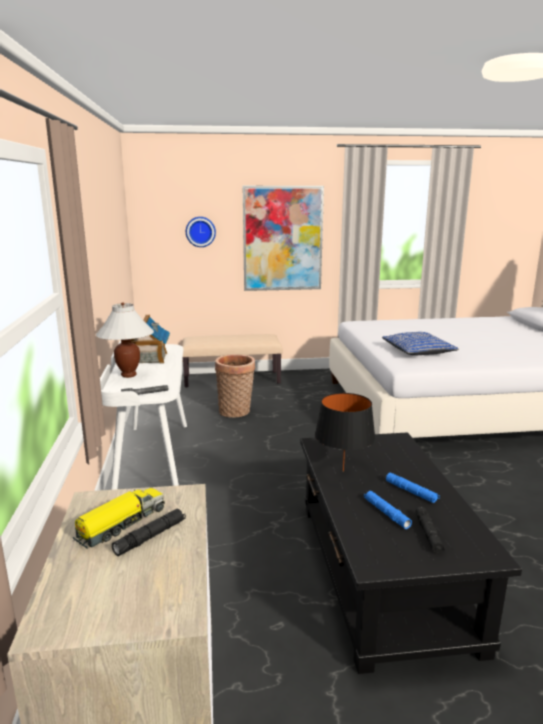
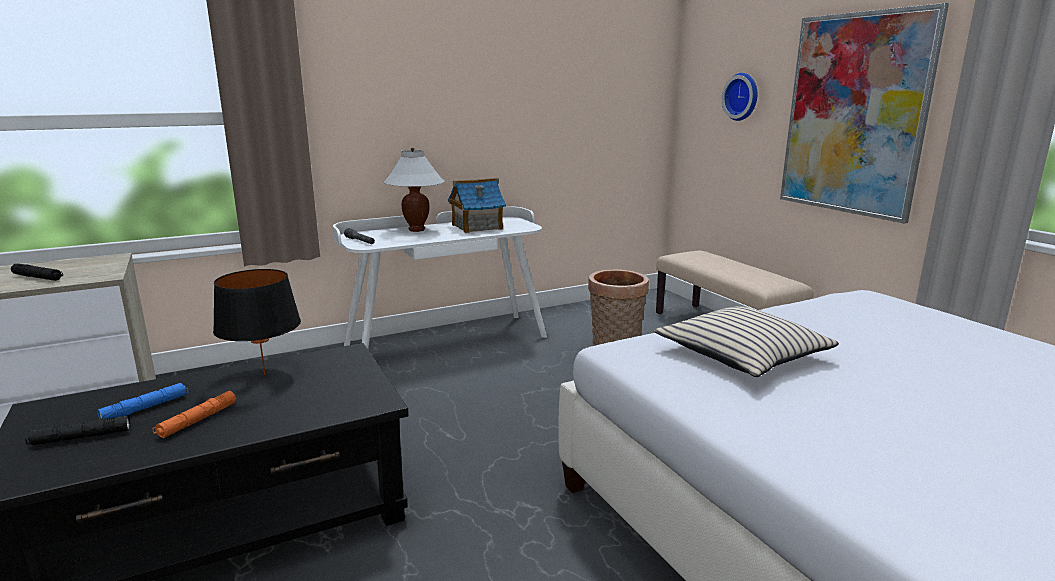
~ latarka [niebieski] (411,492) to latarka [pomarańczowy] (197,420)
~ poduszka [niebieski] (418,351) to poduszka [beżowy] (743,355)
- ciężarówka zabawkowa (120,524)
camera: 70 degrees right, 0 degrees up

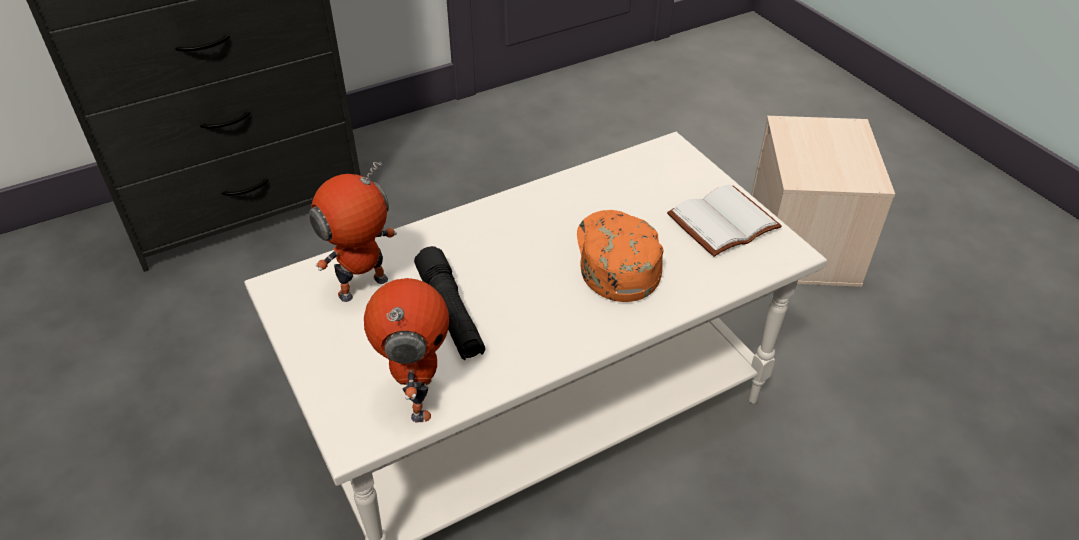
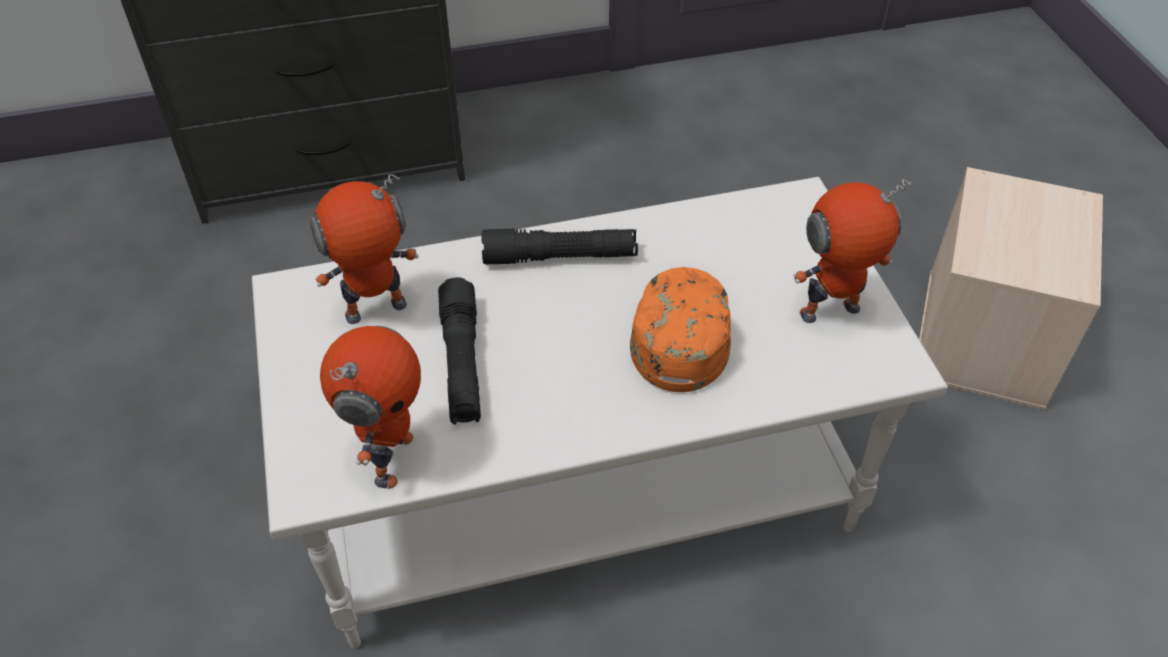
+ latarka [czarny] (560,257)
~ książka [biały] (723,224) to robot zabawkowy (831,313)
camera: 15 degrees right, 5 degrees up

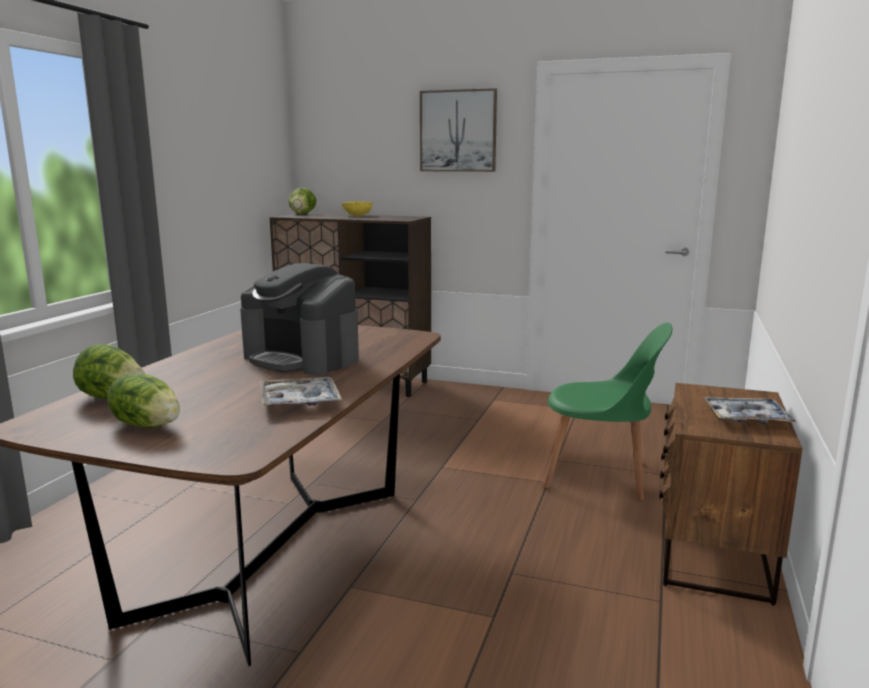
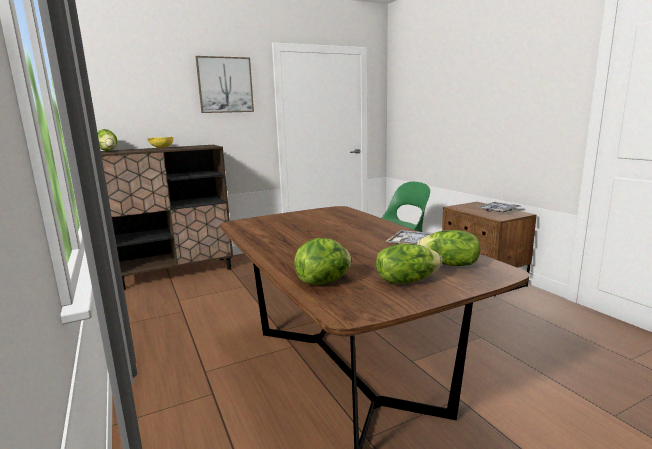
+ sałata (449,264)
- ekspres do kawy (302,358)
camera: 45 degrees left, 0 degrees up

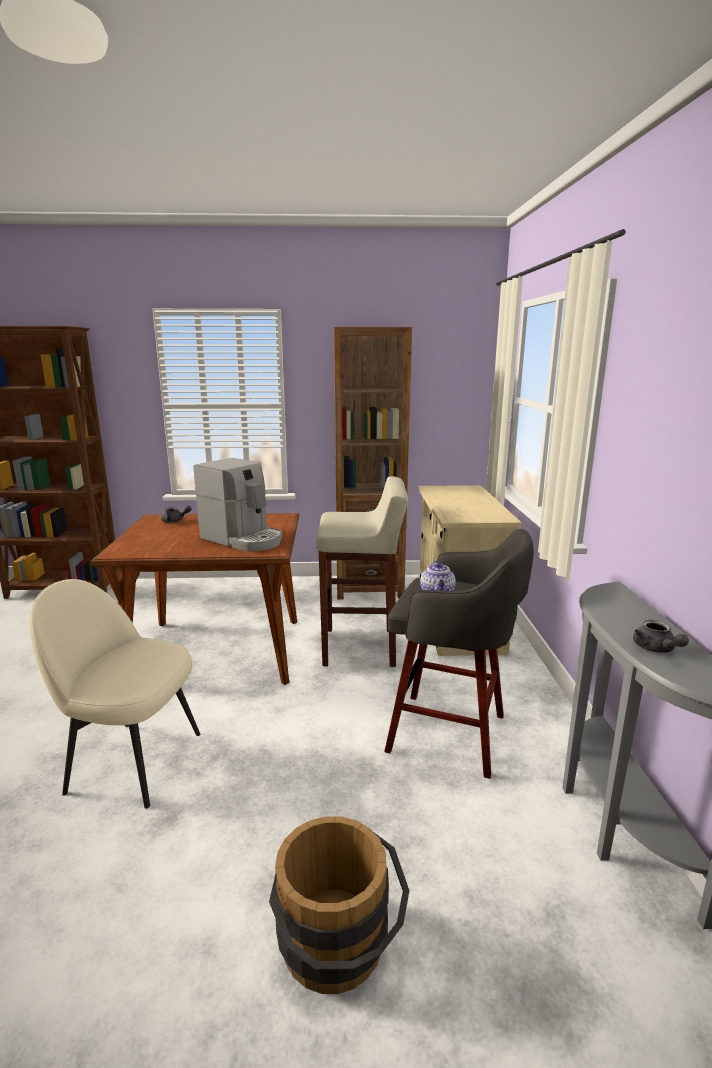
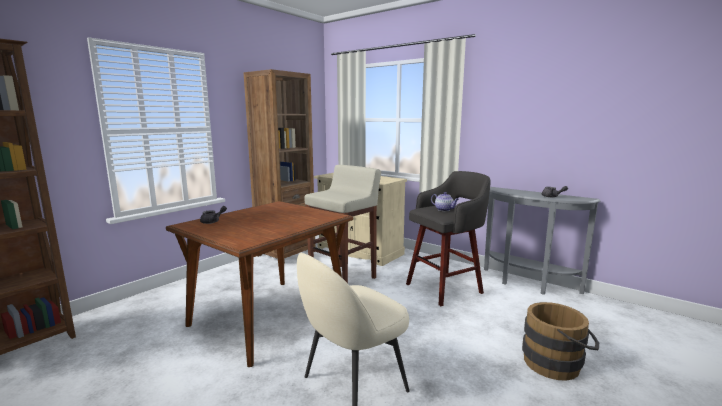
- ekspres do kawy (243,539)
camera: 50 degrees left, 5 degrees down

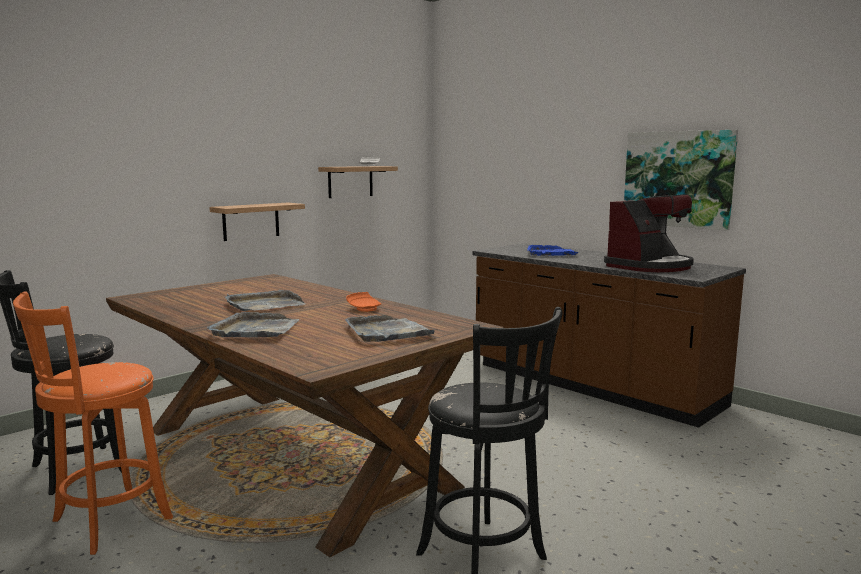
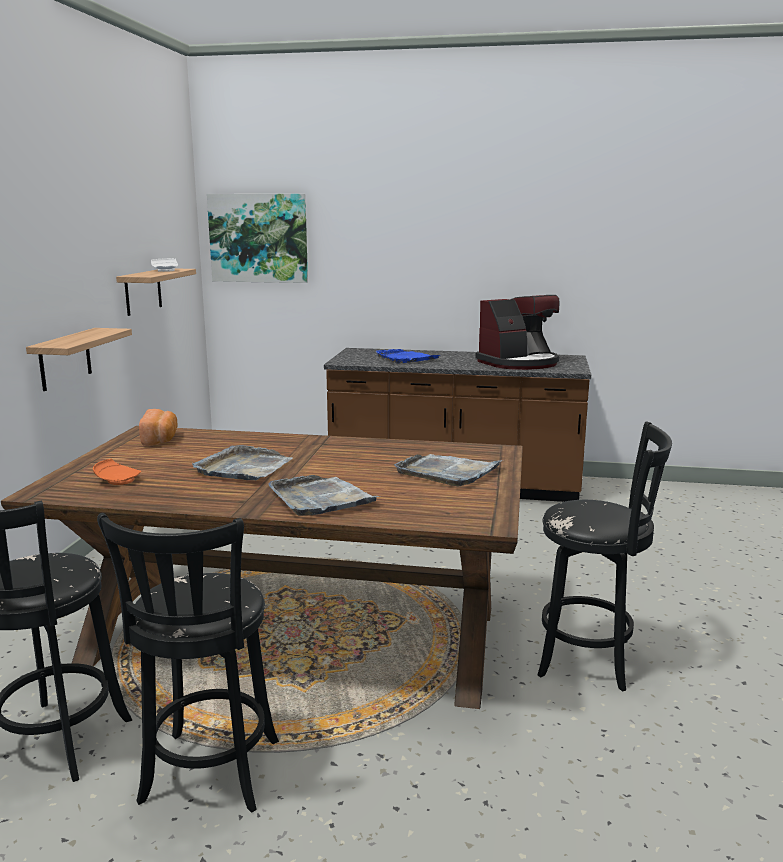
~ talerz [pomarańczowy] (365,308) to (117,480)
~ stołek [pomarańczowy] (106,523) to stołek [czarny] (208,777)
+ chleb (160,439)
~ obraz (678,179) to (258,238)
~ ekspres do kawy (650,266) = (519,363) 45 degrees clockwise
camera: 35 degrees left, 5 degrees up

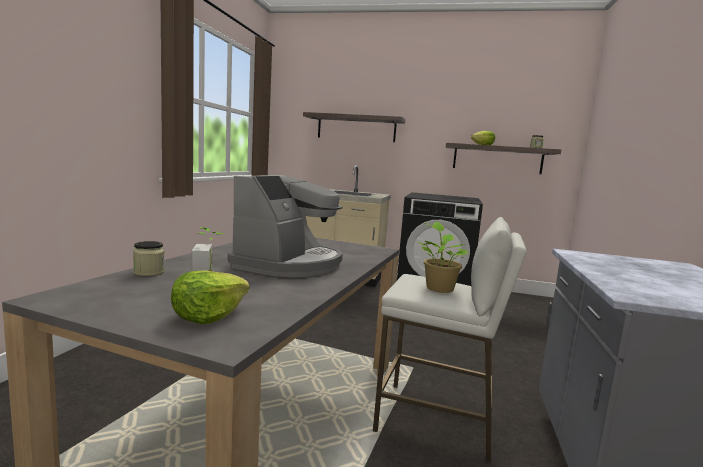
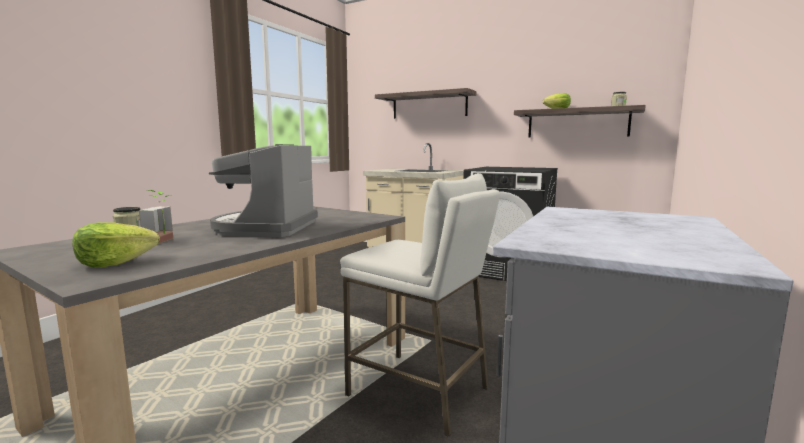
~ ekspres do kawy (289,264) = (266,228) 150 degrees clockwise
- roślina doniczkowa (438,288)
camera: 15 degrees right, 0 degrees up

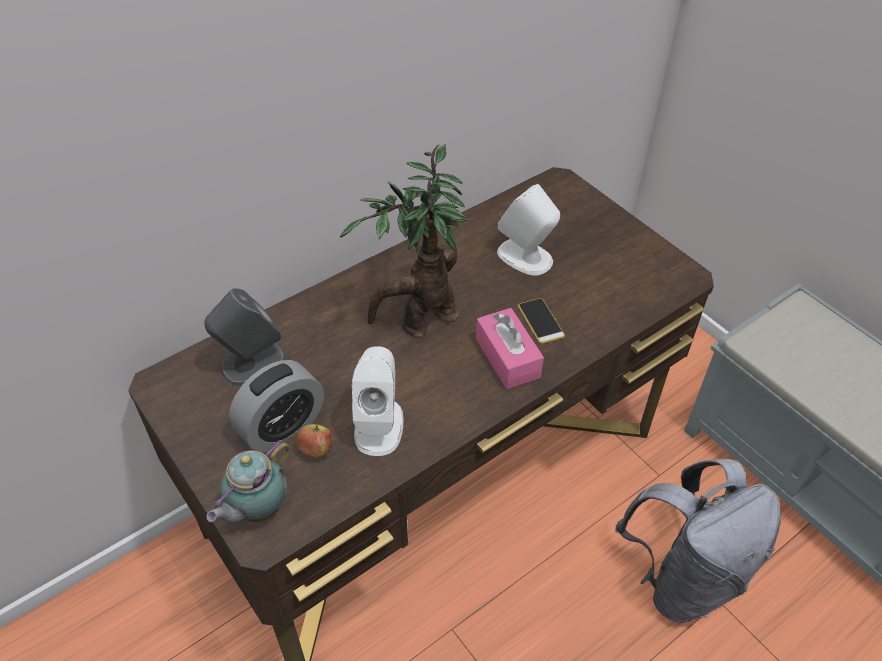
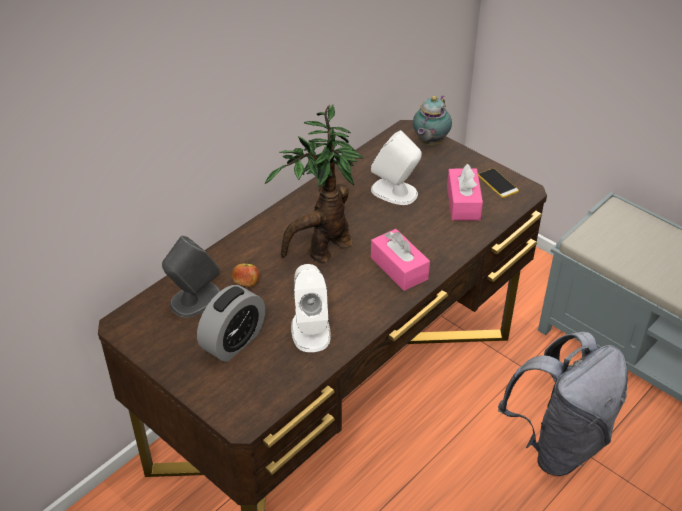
~ jabłko (316,450) to (246,283)
~ imbryk (257,509) to (429,143)
+ pudełko chusteczek [różowy] (463,203)
~ telefon (540,321) to (498,183)
camera: 10 degrees left, 5 degrees down

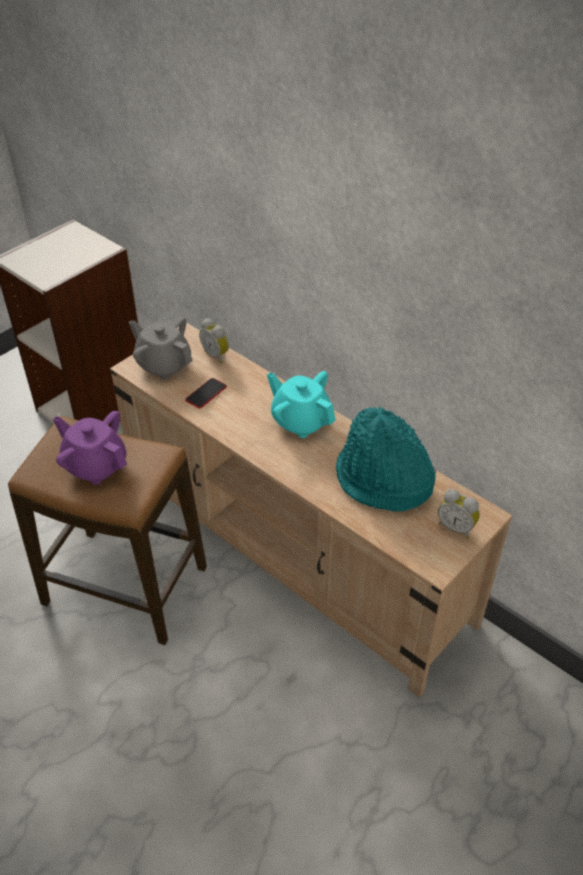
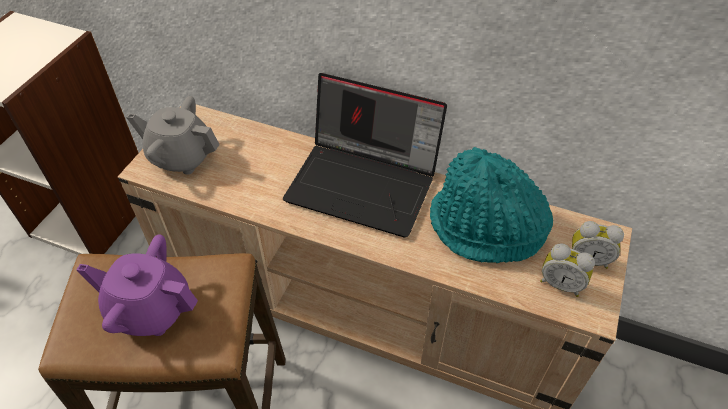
~ imbryk [turkusowy] (300,421) to laptop (365,183)
~ budzik (217,355) to (560,283)
- telefon (206,394)
camera: 20 degrees left, 5 degrees up

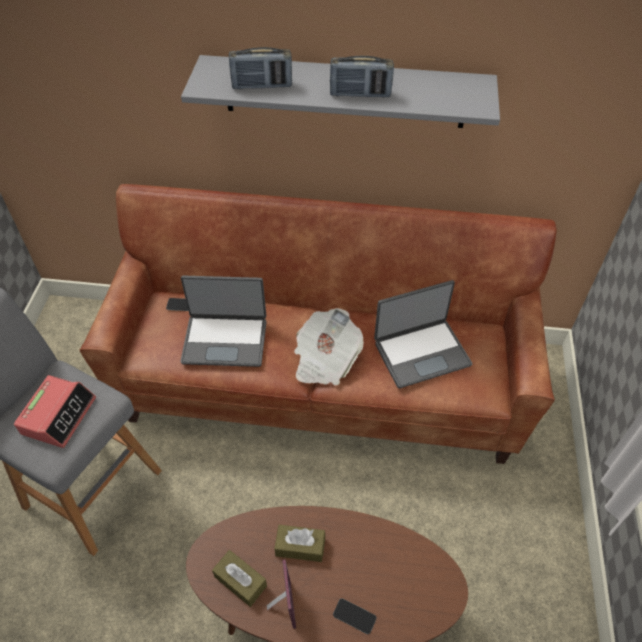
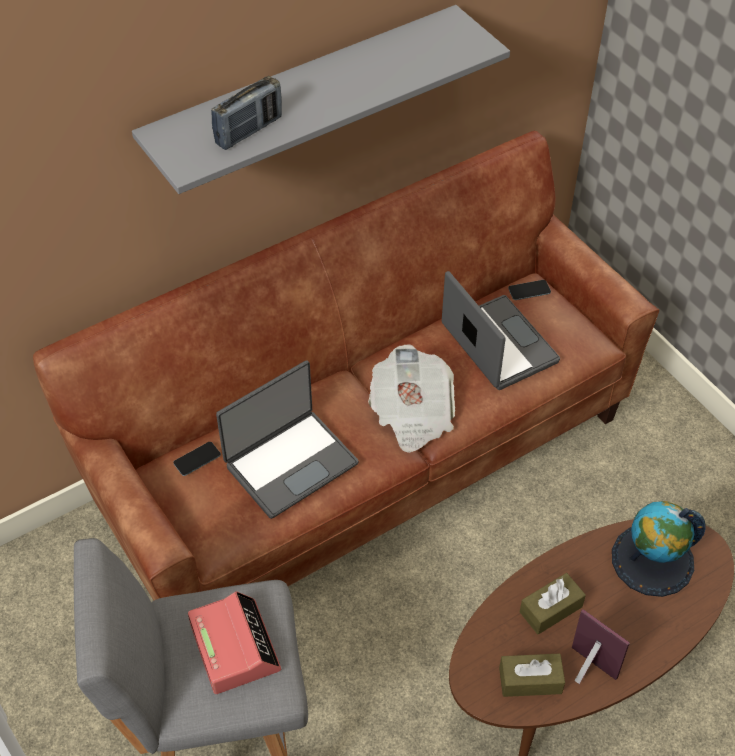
~ laptop (421,352) = (497,345) 60 degrees counterclockwise
~ telefon (354,616) to (529,290)
+ globus (652,560)
- radio (360,94)
camera: 40 degrees left, 0 degrees up

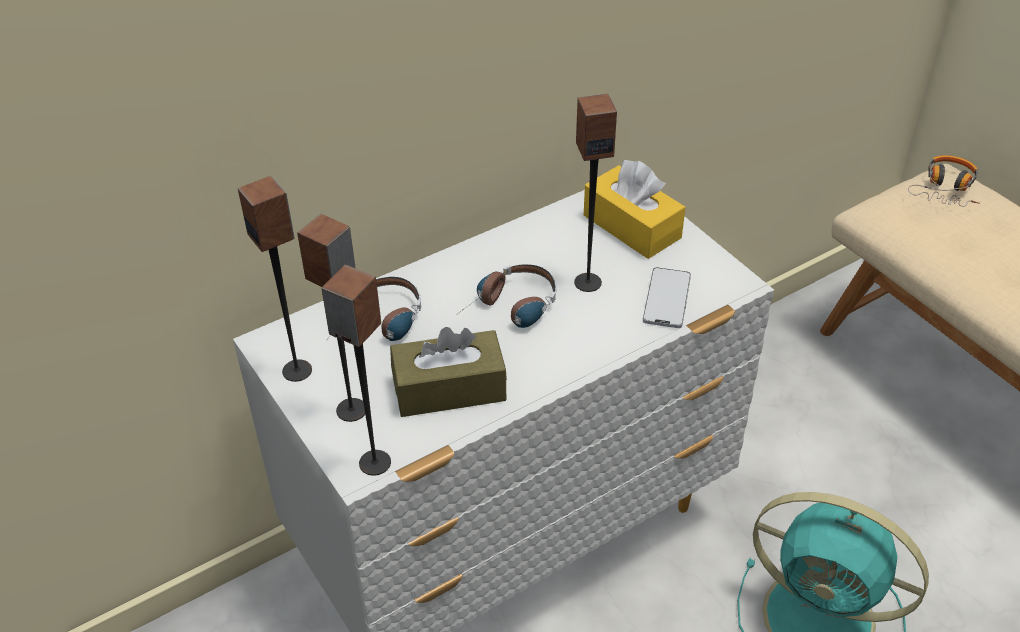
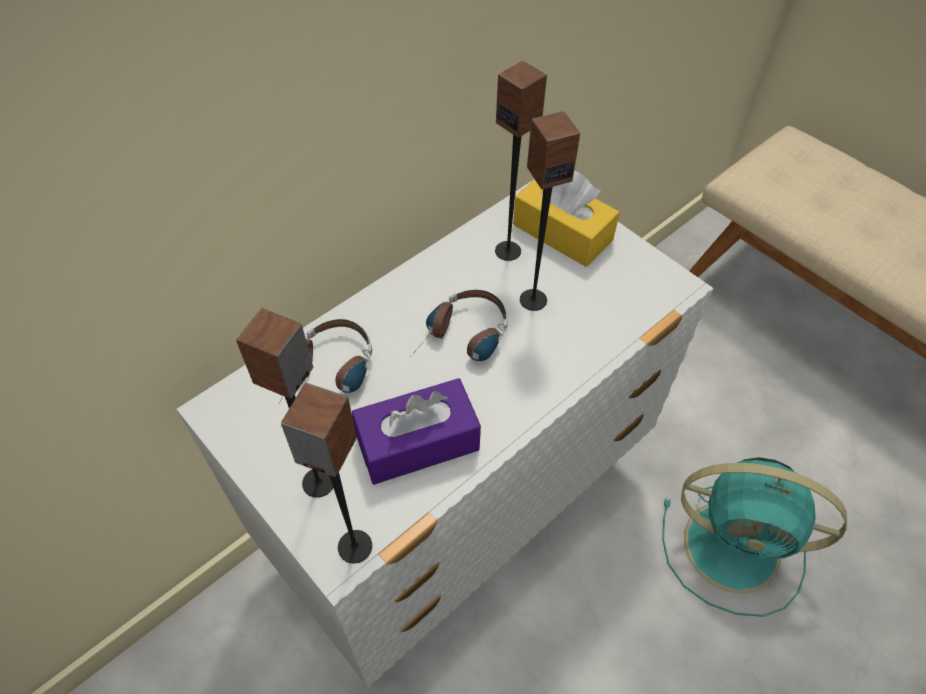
~ pudełko chusteczek [brązowy] (449,389) to pudełko chusteczek [fioletowy] (417,442)
~ głośnik (298,370) to (508,251)
- telefon (666,299)
- słuchawki (945,189)
camera: 10 degrees left, 10 degrees up

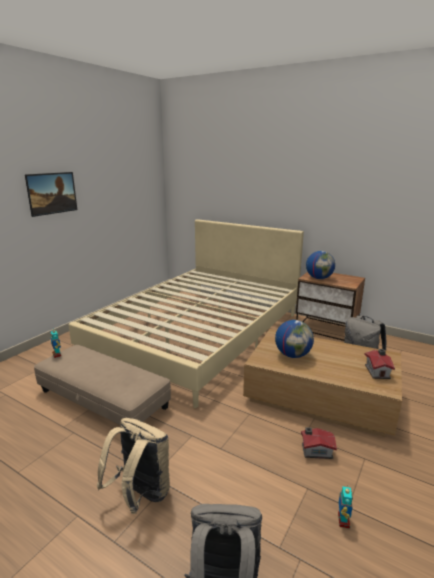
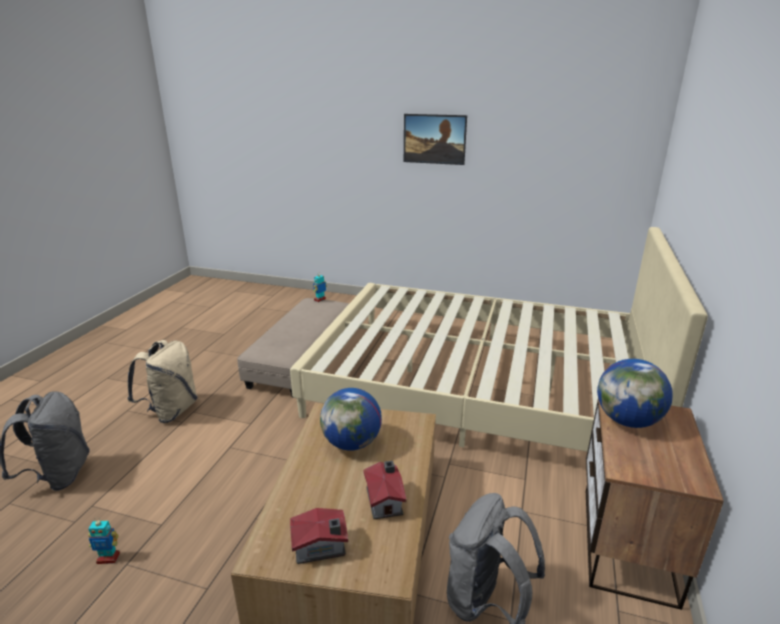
~ domek (315,450) to (385,500)
camera: 75 degrees right, 5 degrees up

